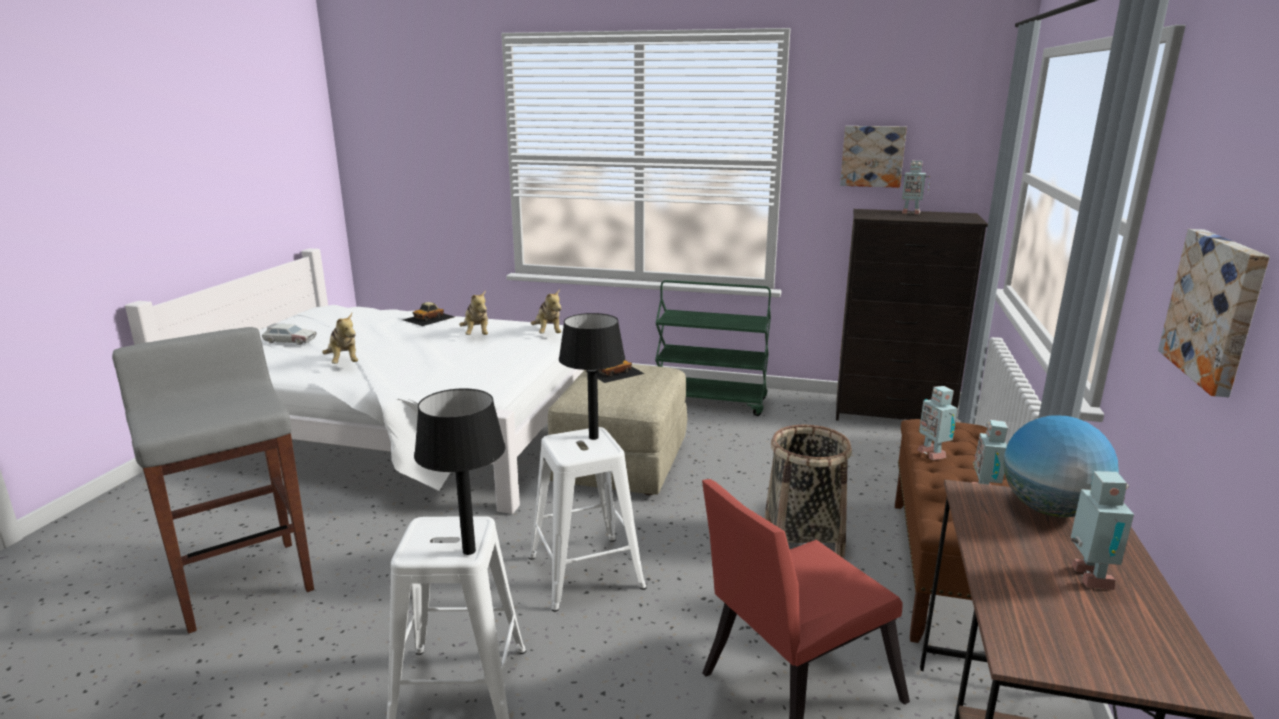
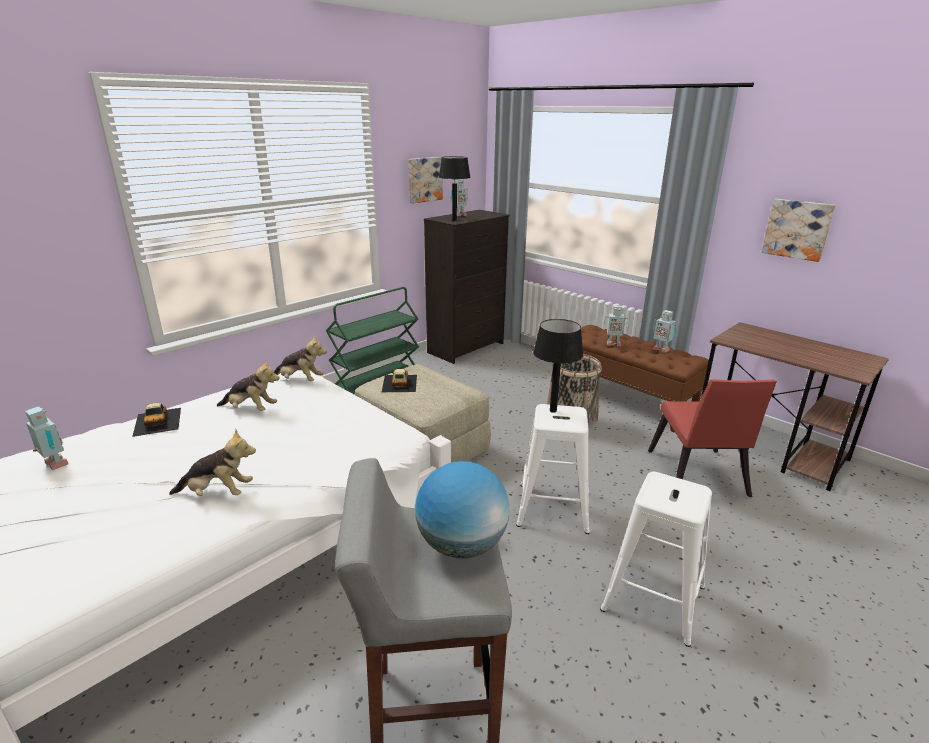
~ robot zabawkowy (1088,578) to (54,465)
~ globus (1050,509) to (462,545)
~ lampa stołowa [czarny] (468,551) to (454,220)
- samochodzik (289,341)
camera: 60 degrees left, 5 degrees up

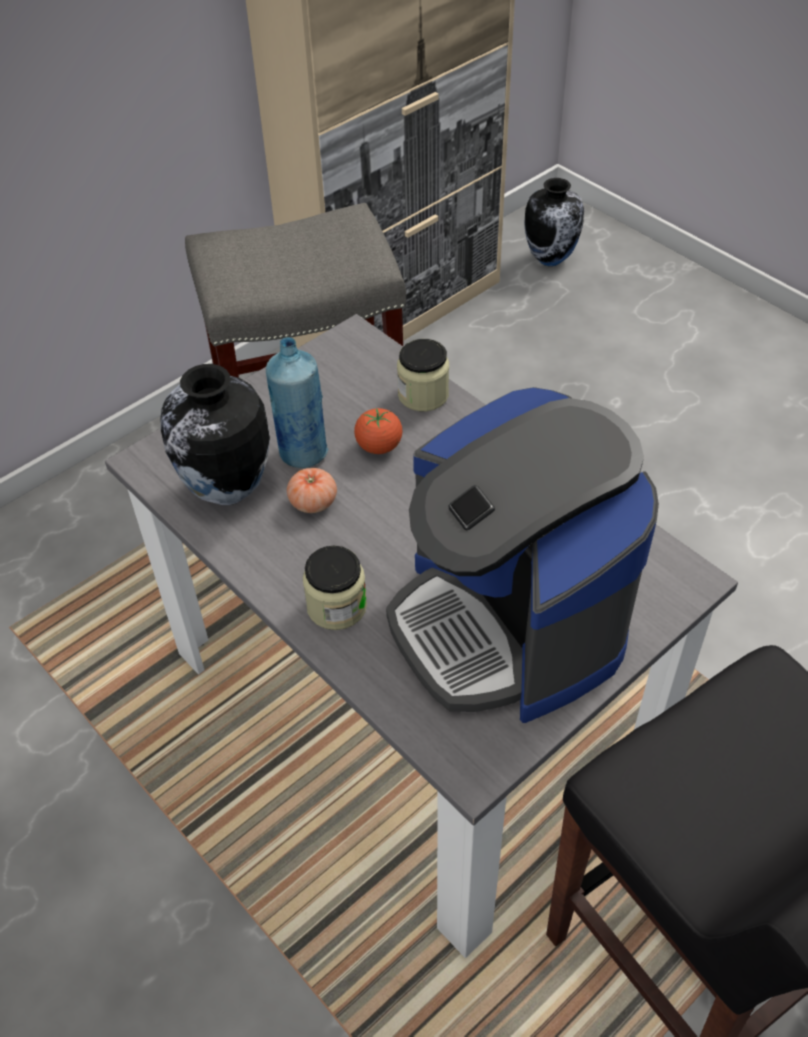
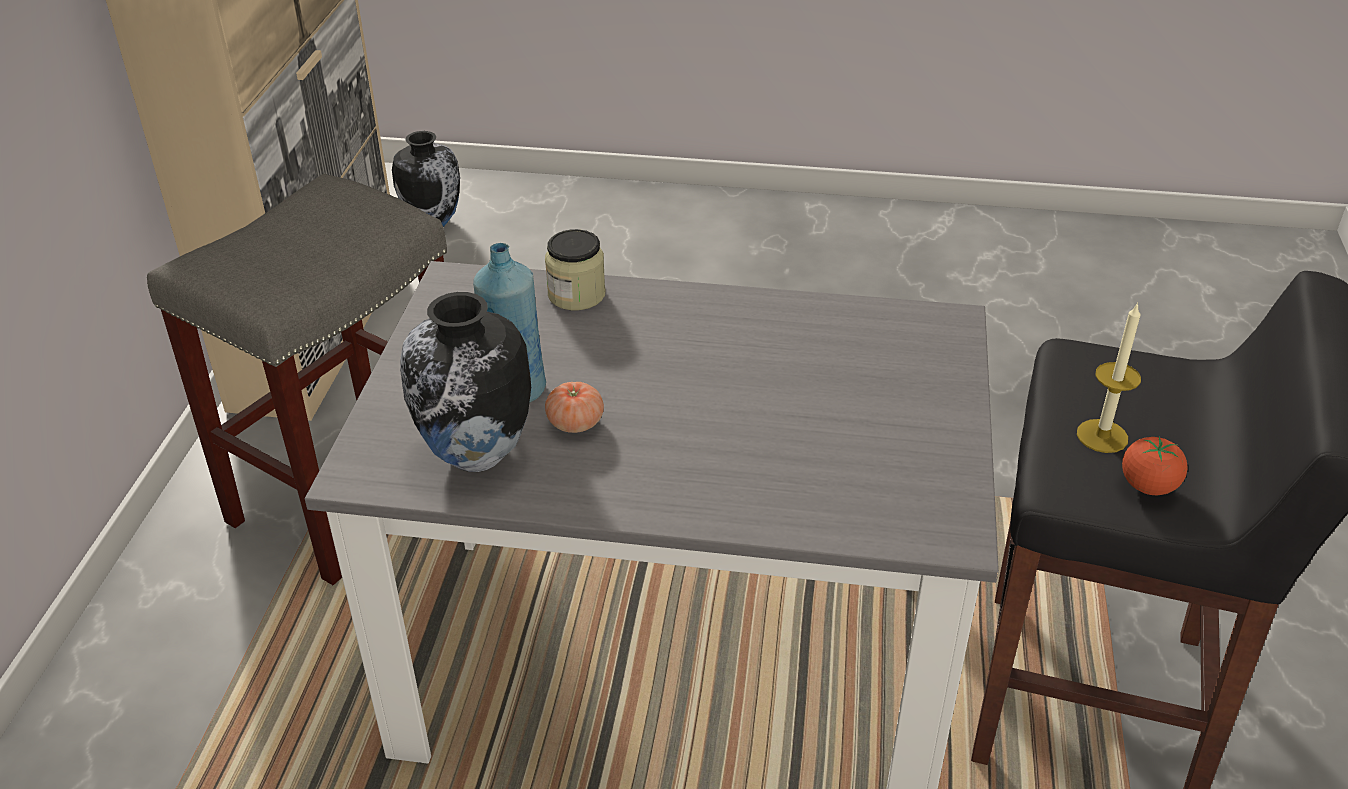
+ świeca (1102,436)
~ pomidor (379,446) to (1148,486)
- słoik (337,606)
- ekspres do kawy (508,624)
camera: 40 degrees left, 10 degrees down

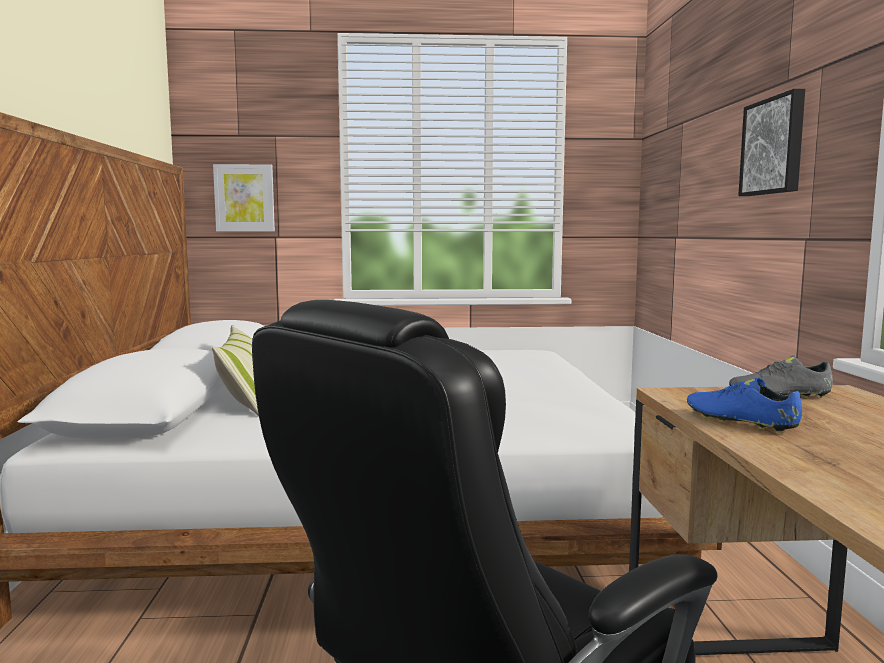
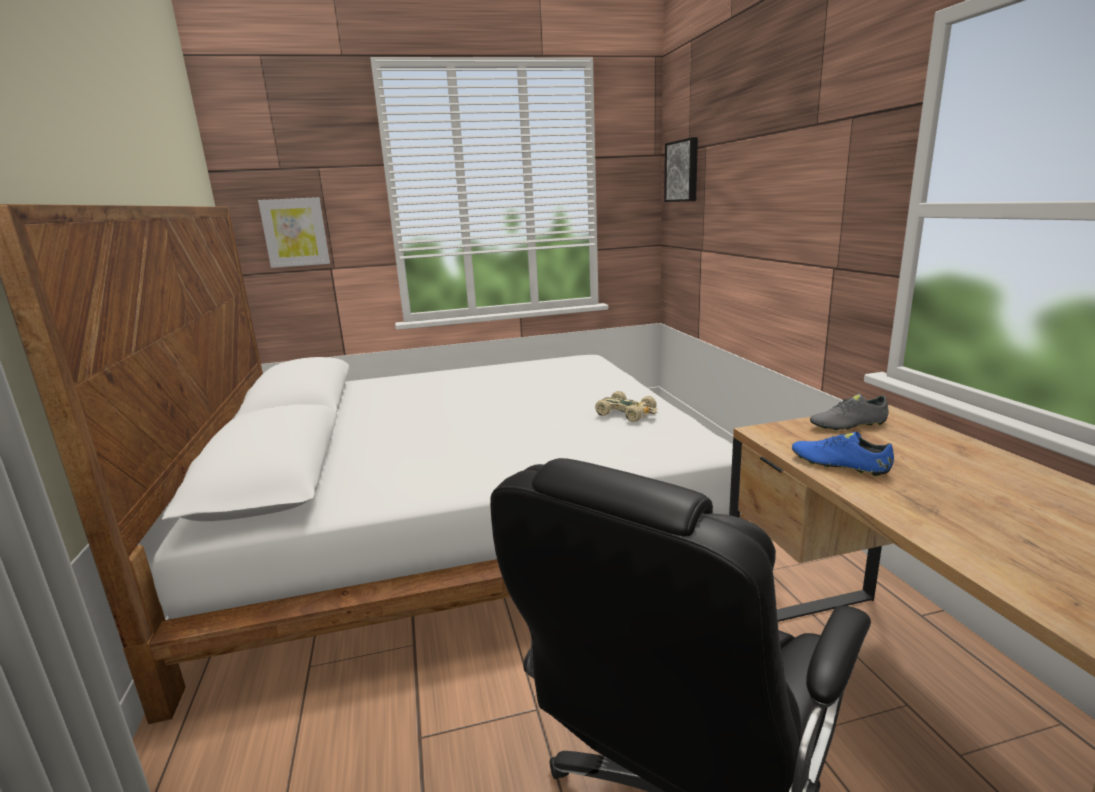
+ samochodzik [beżowy] (627,413)
~ obraz (774,146) to (683,171)
- poduszka (247,397)
camera: 10 degrees left, 10 degrees up

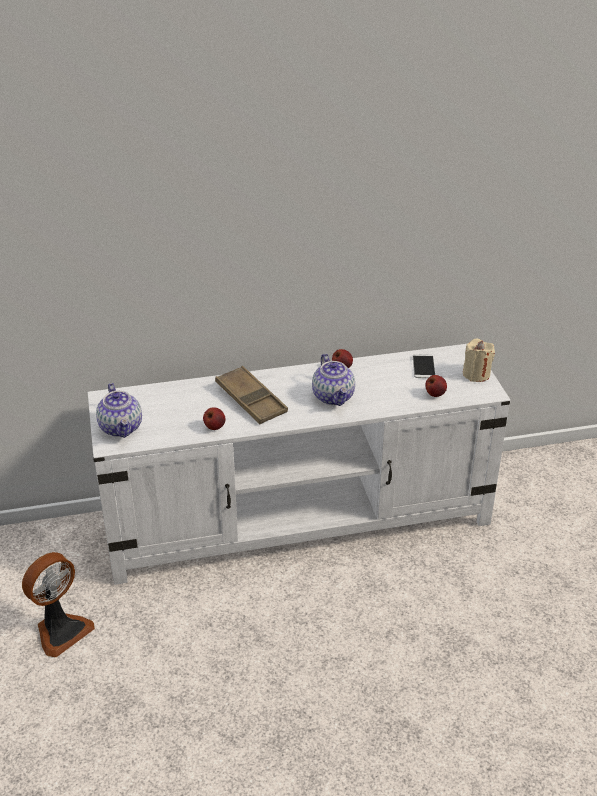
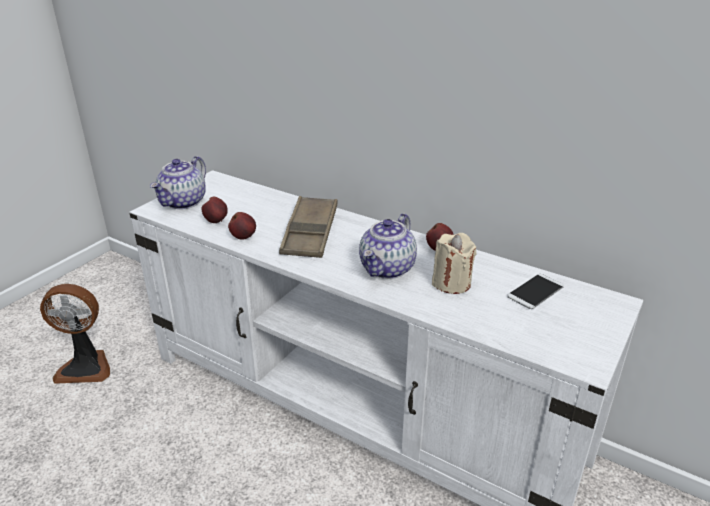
~ jabłko (435,394) to (217,221)
~ świeca [beżowy] (476,374) to (451,283)
camera: 45 degrees right, 5 degrees down

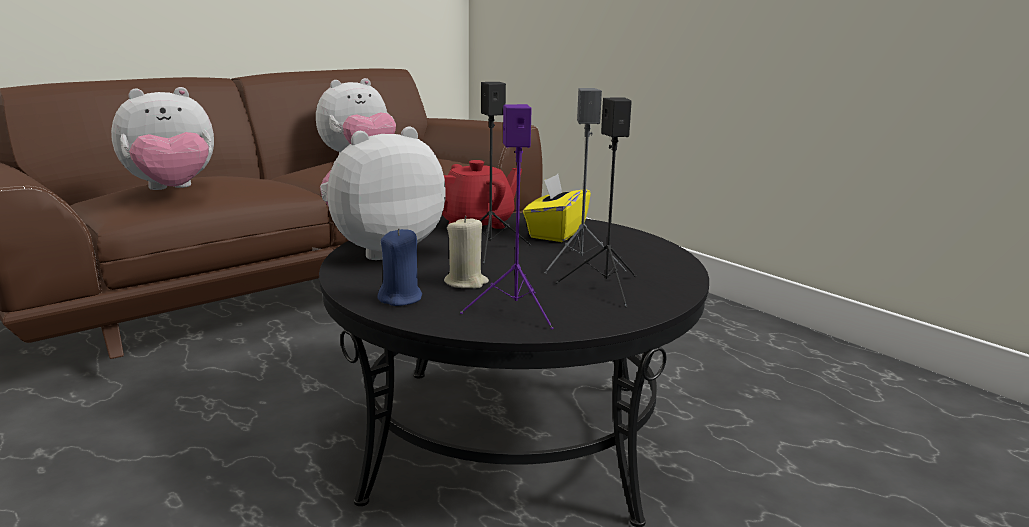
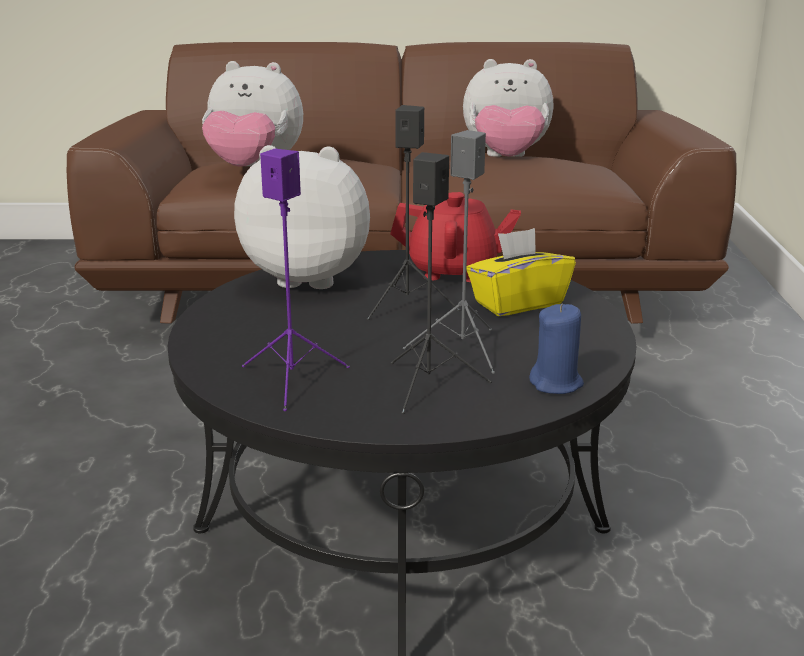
~ świeca [niebieski] (401,298) to (556,384)
- świeca [beżowy] (466,282)
camera: 40 degrees right, 5 degrees up

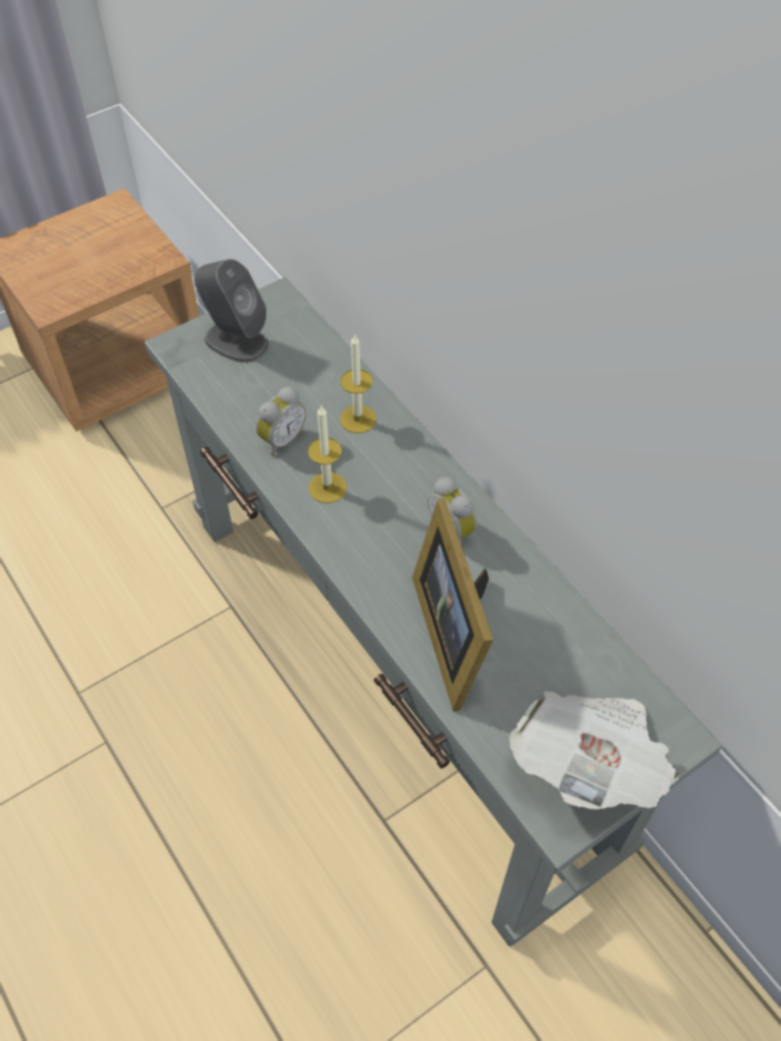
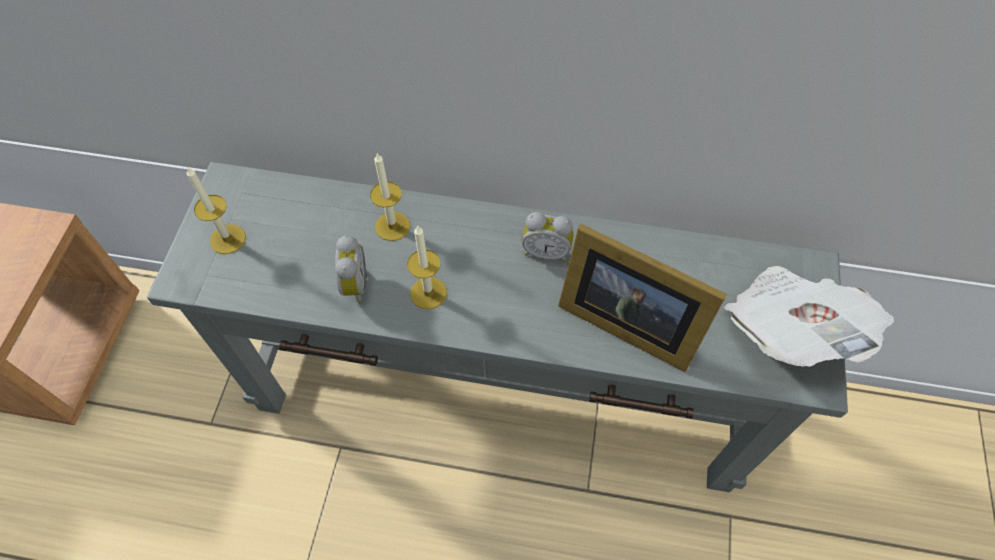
~ głośnik [szary] (235,341) to świeca (228,239)
camera: 45 degrees left, 5 degrees up

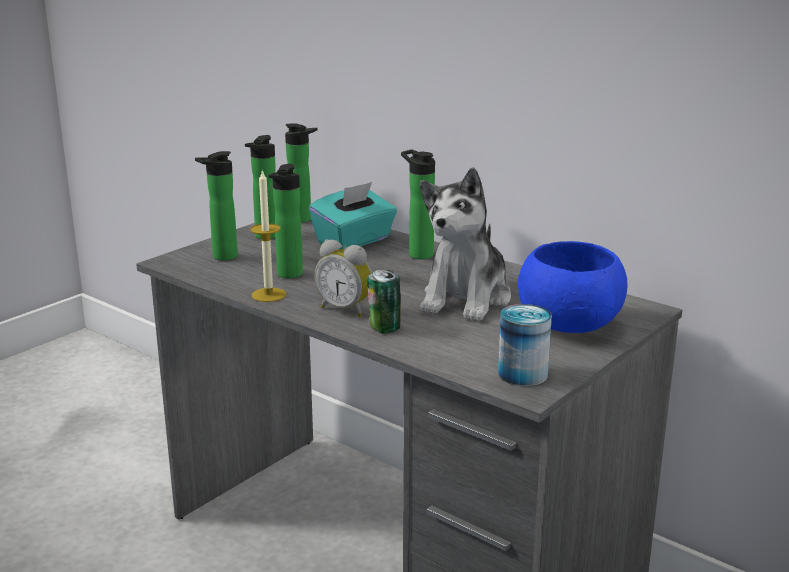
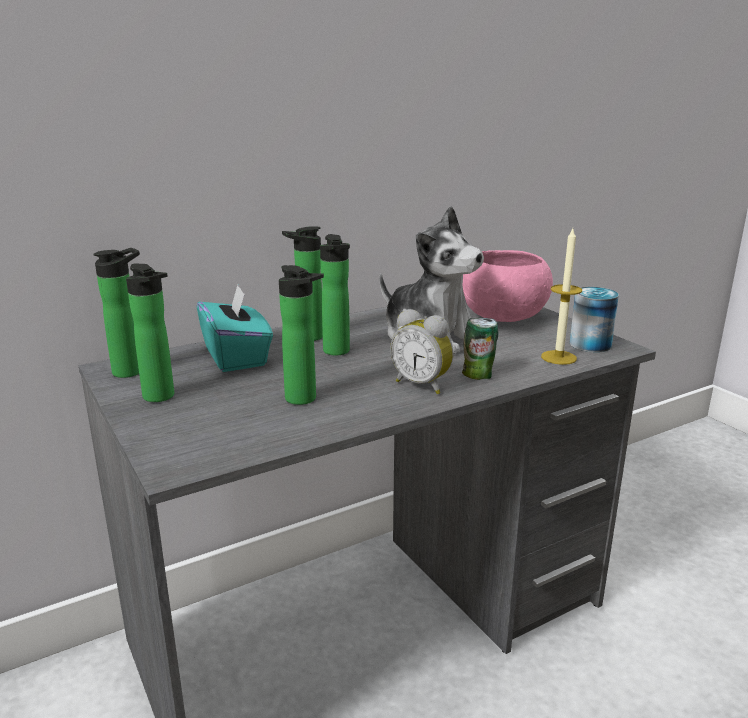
~ butelka (221,257) to (337,352)
~ budzik (346,309) = (422,385) 75 degrees clockwise
~ miska [niebieski] (568,325) to miska [różowy] (504,317)
~ świeca (268,295) to (558,357)
camera: 70 degrees left, 0 degrees up

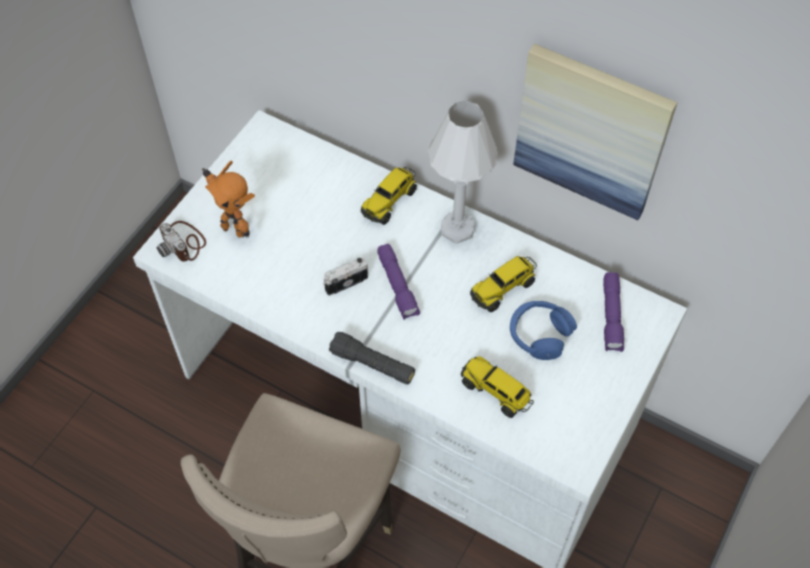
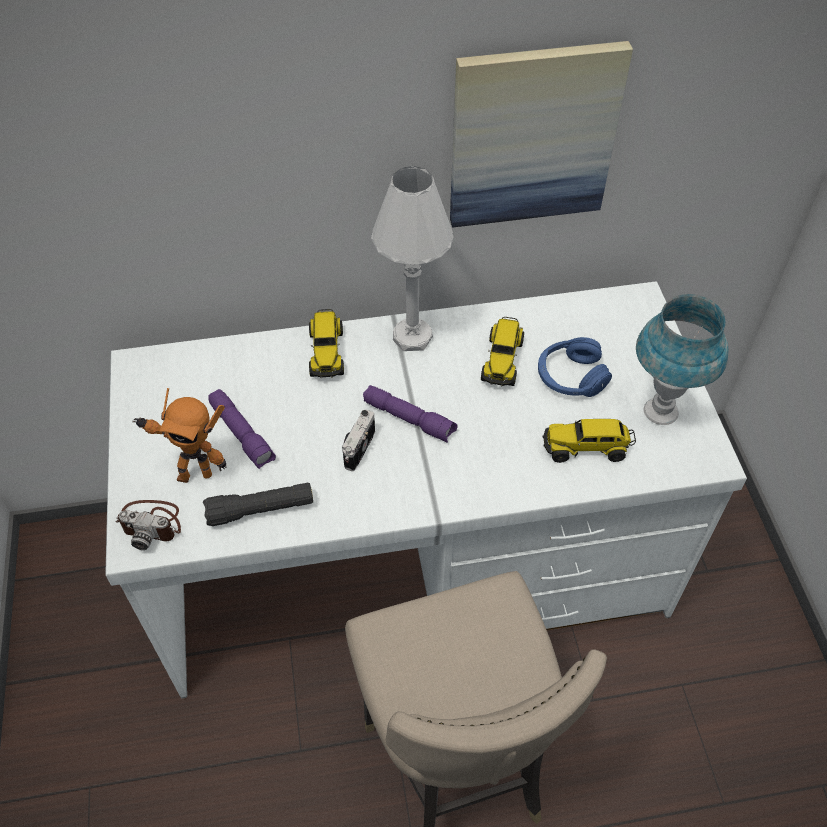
~ latarka [czarny] (372,364) to (260,510)
~ latarka [fioletowy] (612,317) to (243,434)
+ lampa stołowa [niebieski] (660,412)
camera: 40 degrees left, 5 degrees down

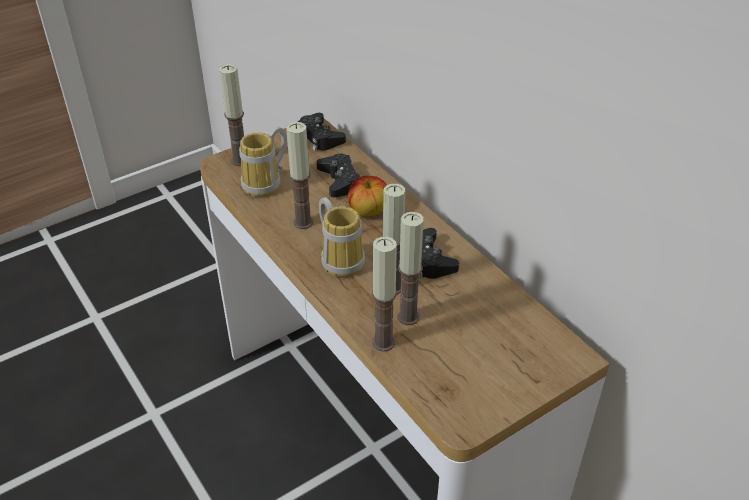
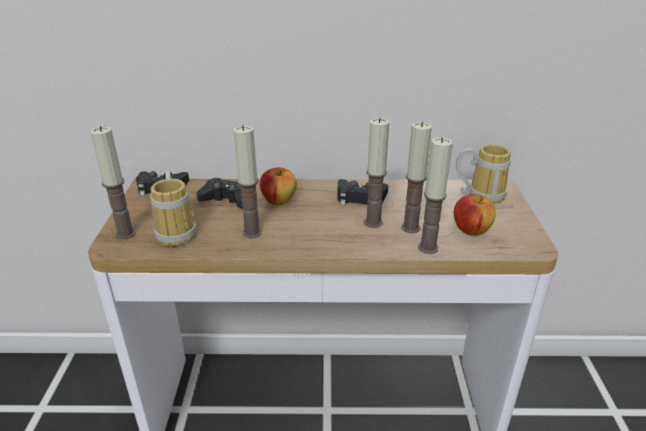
+ jabłko (471,230)
~ kubek (341,258) to (480,194)
camera: 55 degrees left, 10 degrees down

